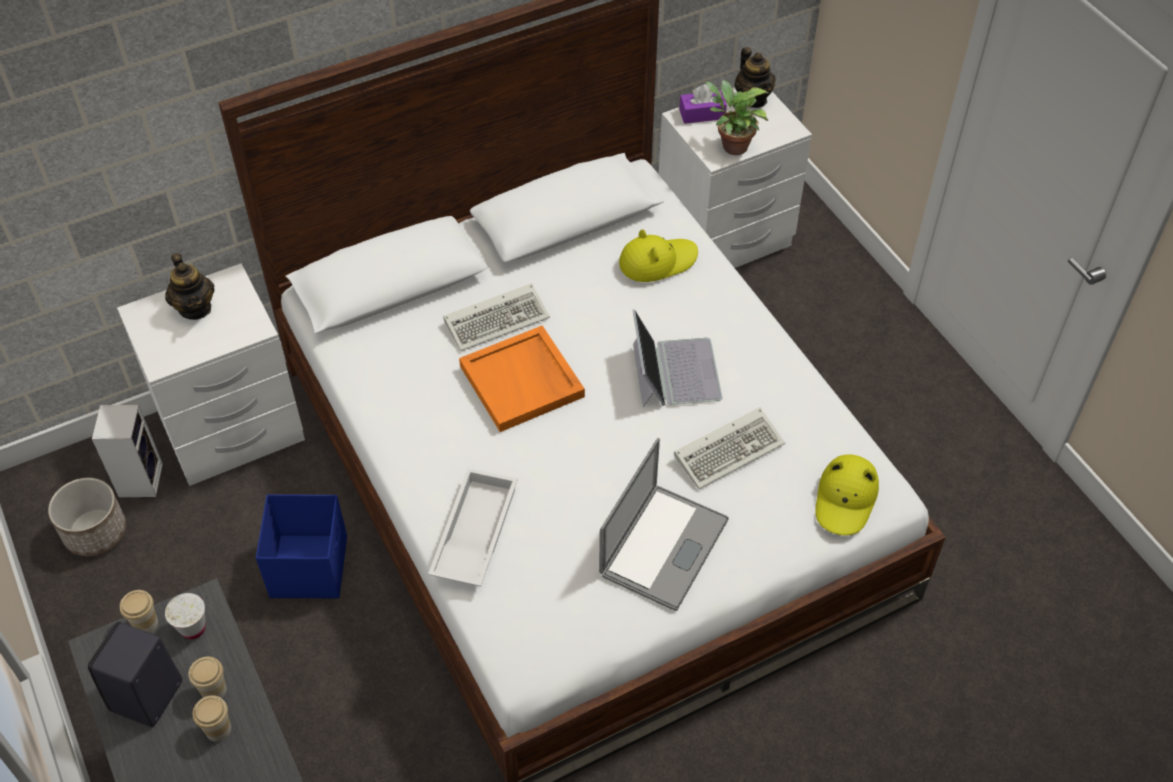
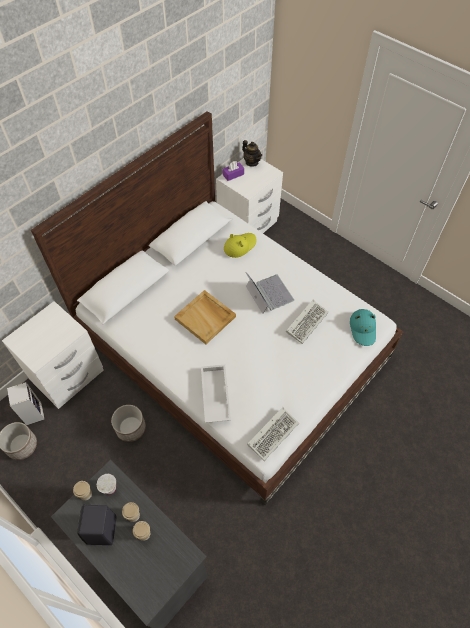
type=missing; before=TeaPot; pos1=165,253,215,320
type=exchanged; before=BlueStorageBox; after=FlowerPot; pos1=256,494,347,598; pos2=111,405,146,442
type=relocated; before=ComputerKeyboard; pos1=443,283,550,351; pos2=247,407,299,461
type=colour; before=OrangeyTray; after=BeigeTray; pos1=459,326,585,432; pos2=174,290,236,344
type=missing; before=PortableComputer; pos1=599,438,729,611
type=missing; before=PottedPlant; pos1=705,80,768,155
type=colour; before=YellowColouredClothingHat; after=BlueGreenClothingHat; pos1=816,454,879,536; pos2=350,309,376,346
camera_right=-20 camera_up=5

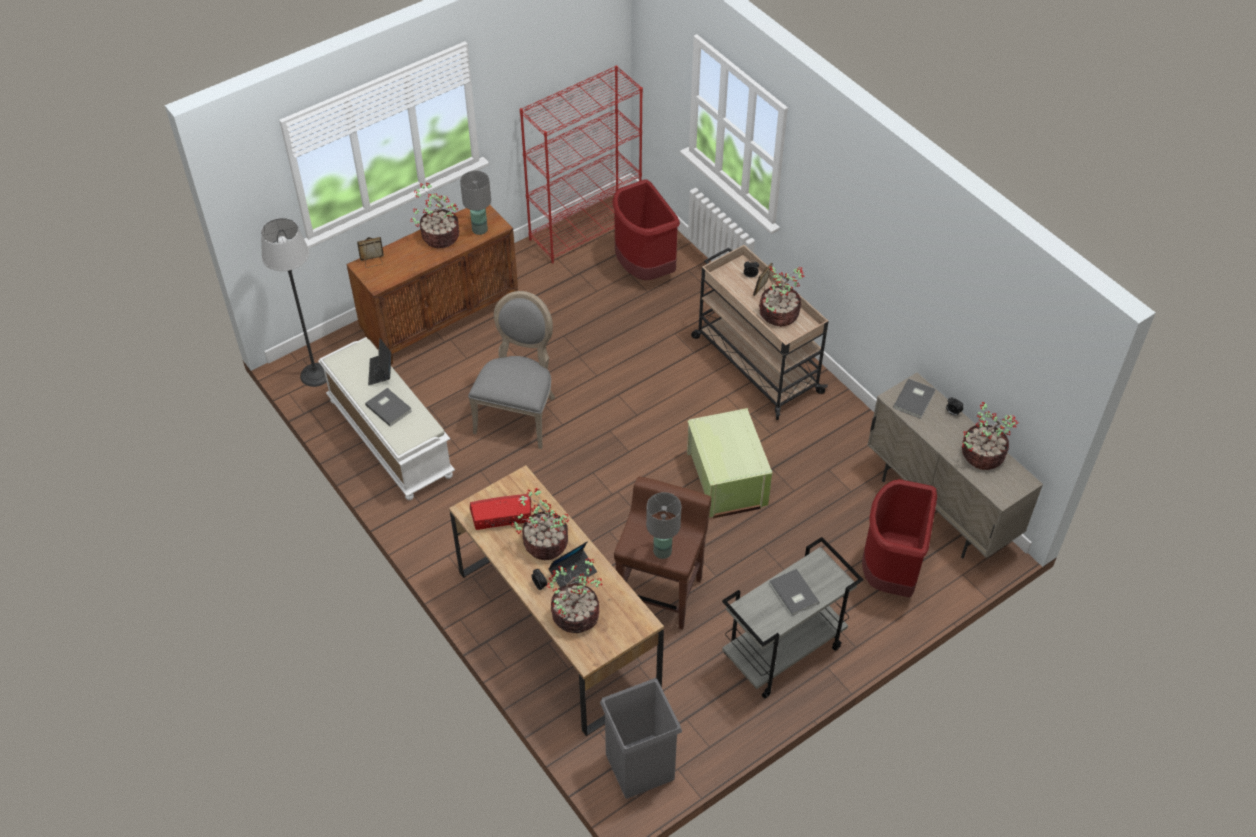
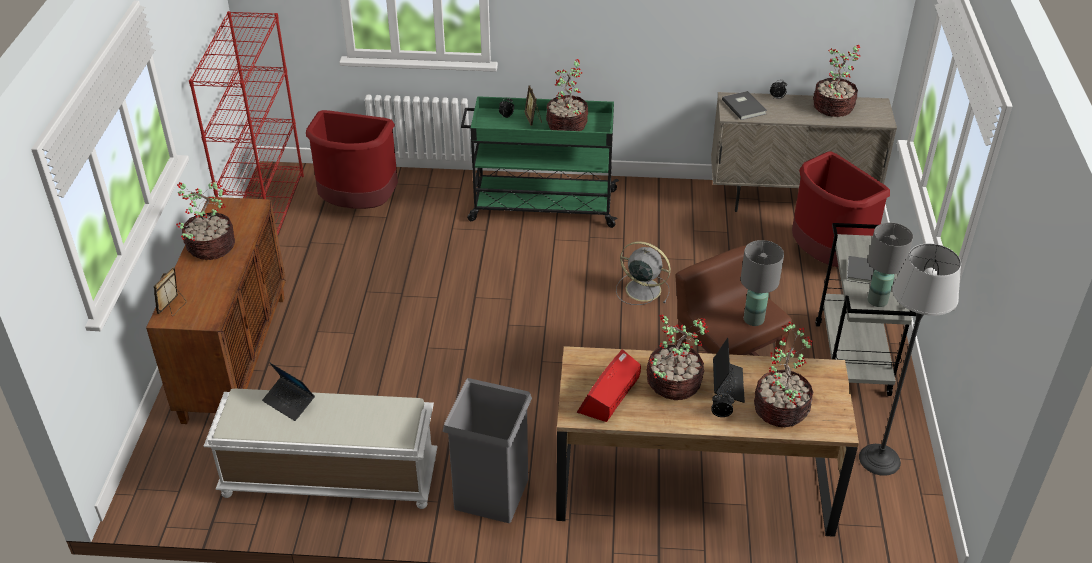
type=relocated; before=FloorLamp; pos1=261,218,327,387; pos2=859,243,961,476
type=missing; before=GreyishBook; pos1=365,388,412,427
type=relocated; before=GreyishLampForATable; pos1=460,171,491,235; pos2=867,222,913,307
type=missing; before=GreyishPlainChair; pos1=468,291,555,449
type=relocated; before=GreyishWasteBin; pos1=600,678,682,799; pos2=443,378,532,523
type=exchanged; before=GreenColouredStorageBox; after=GreyishElectricFan; pos1=687,408,773,518; pos2=616,241,671,305
type=colour; before=BeigeCart; after=GreenColouredCart; pos1=691,245,829,420; pos2=461,96,619,228
camera_right=-50 camera_up=-10

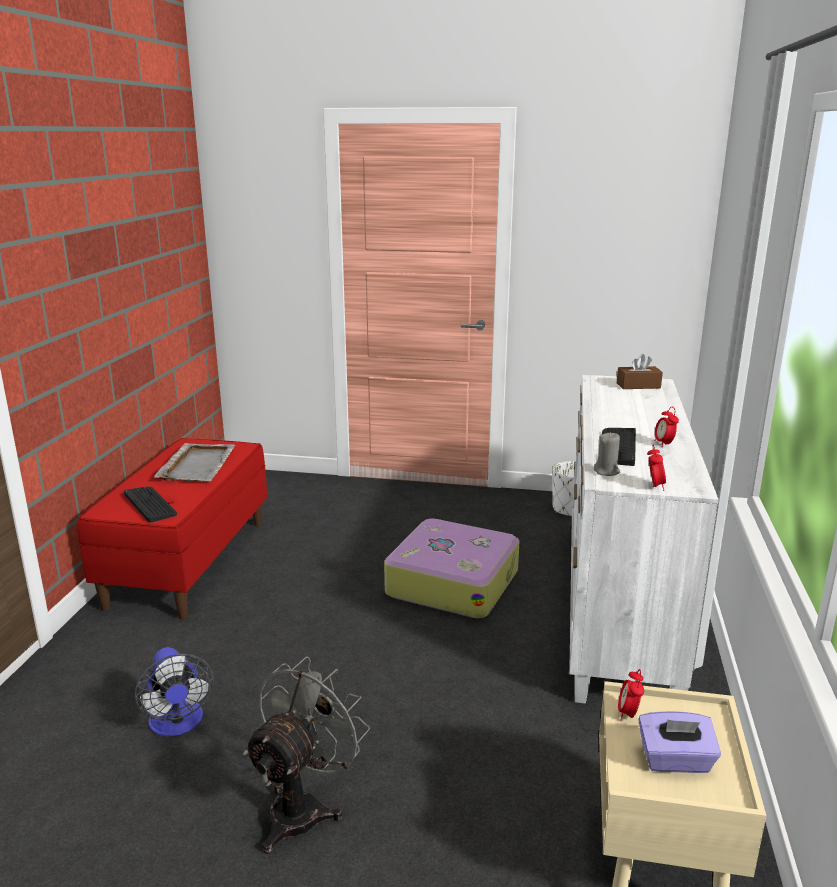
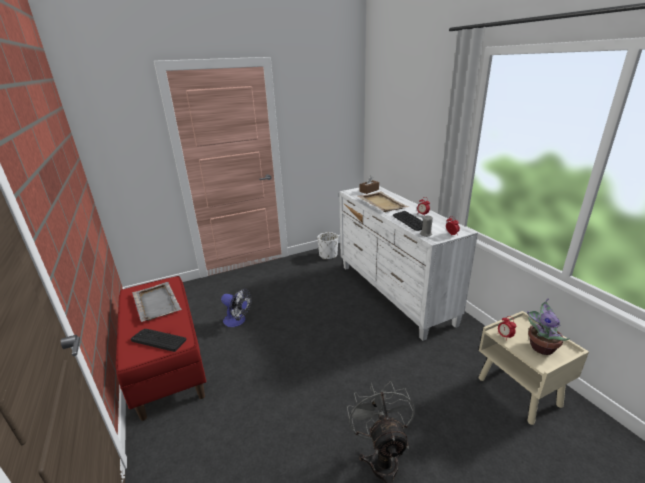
type=relocated; before=ElectricFan; pos1=135,647,214,736; pos2=221,289,252,327
type=missing; before=TravelCase; pos1=384,518,520,618
type=exchanged; before=PurplishBoxOfTissues; after=PottedPlant; pos1=638,711,721,773; pos2=527,298,570,355
type=appeared; after=BeigeTray; pos2=358,192,409,212
camera_right=-35 camera_up=5

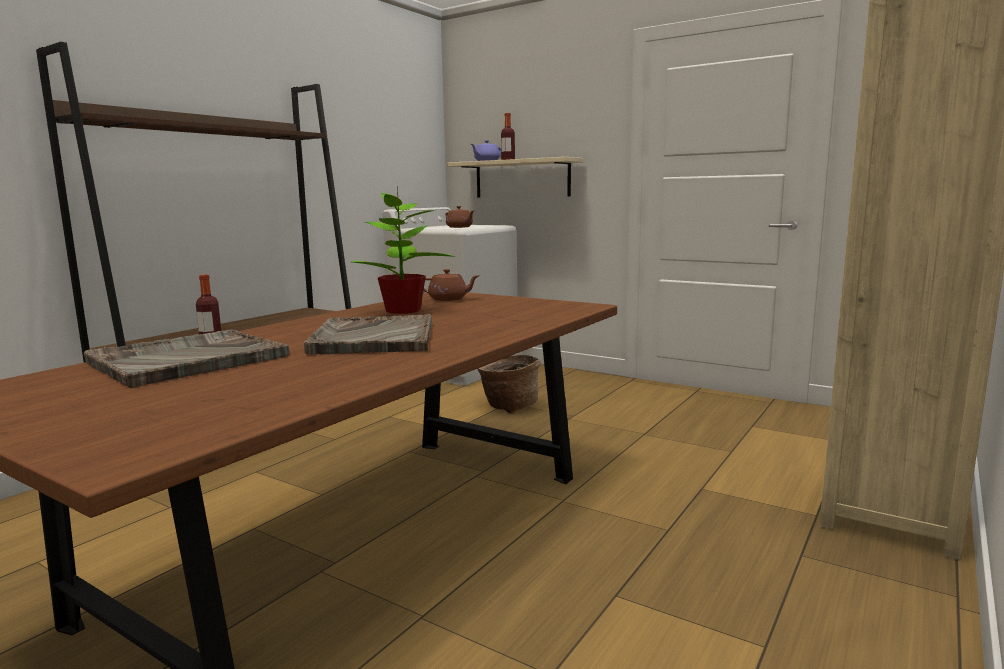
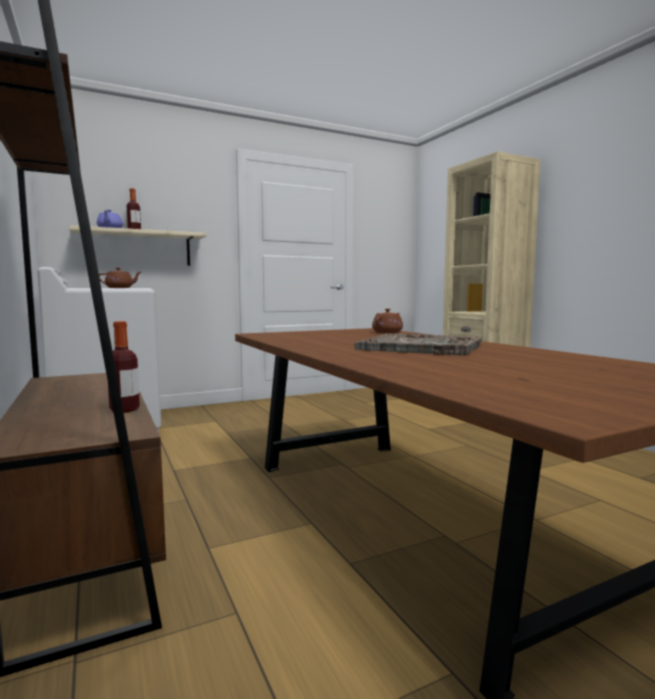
type=missing; before=GreyishTray; pos1=84,330,289,388
type=missing; before=PottedPlant; pos1=351,186,455,314
type=relocated; before=BrownTeaPot; pos1=423,269,480,301; pos2=372,309,403,333
type=missing; before=HouseholdBasket; pos1=478,355,541,413
camera_right=-60 camera_up=-5

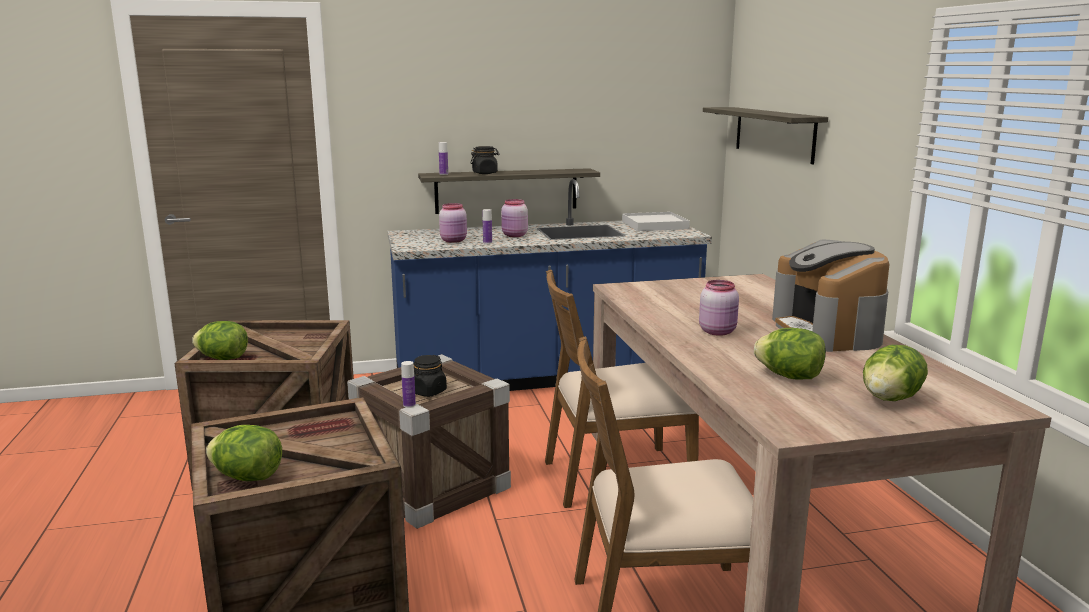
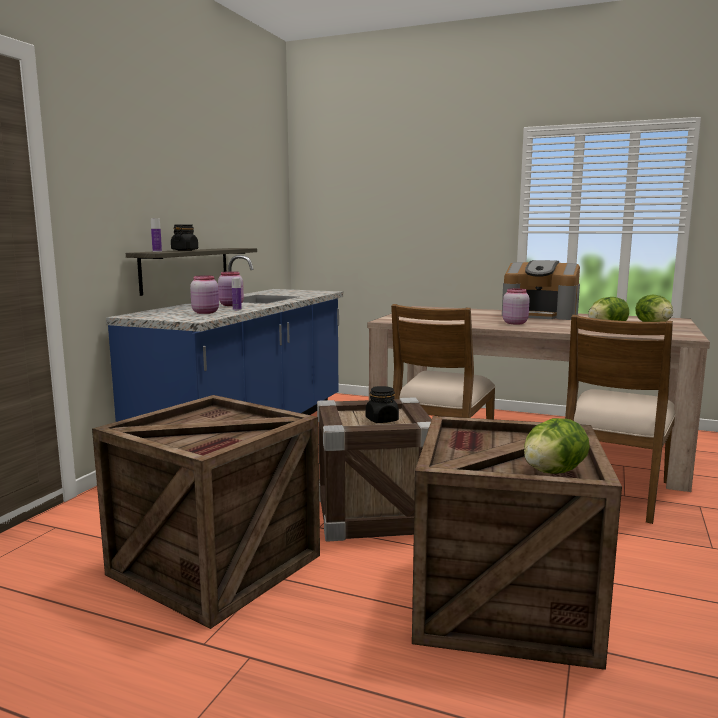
type=missing; before=Lettuce; pos1=192,321,248,360
type=missing; before=BeverageBottle; pos1=401,361,416,408
type=missing; before=WhiteTray; pos1=622,212,690,231
type=missing; before=BracketShelf; pos1=703,107,828,165
camera_right=-55 camera_up=-5

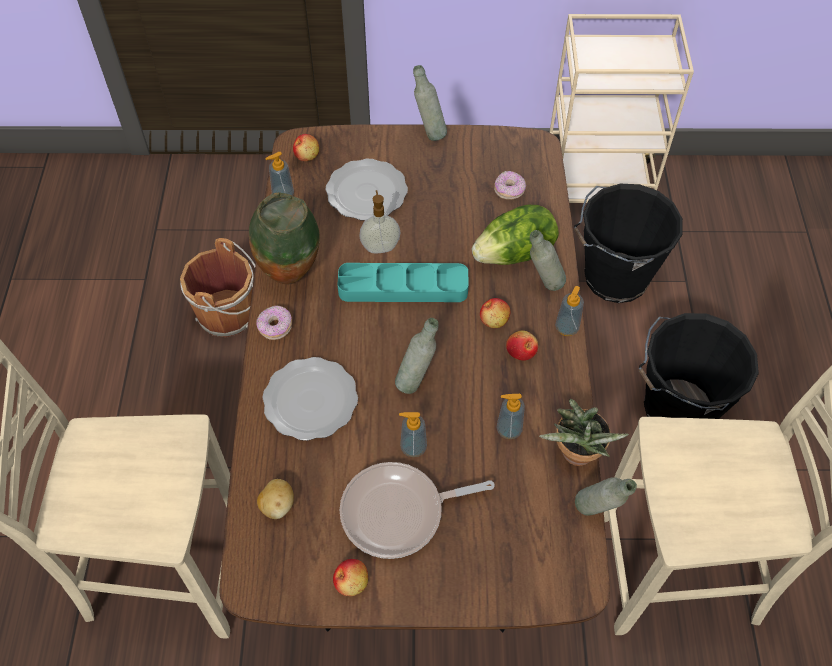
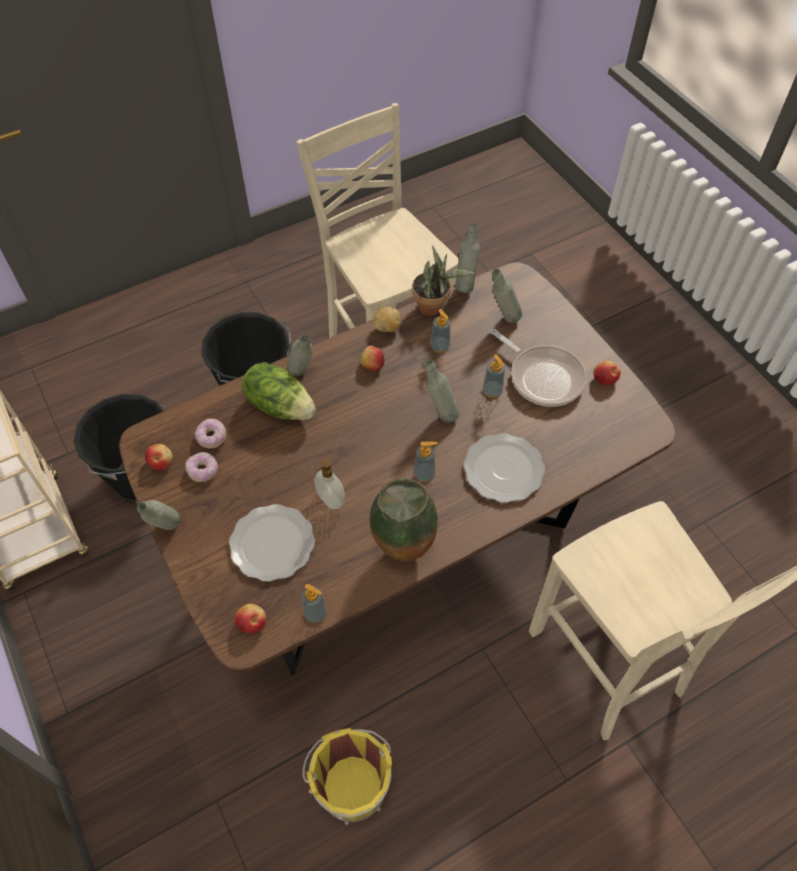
type=colour; before=BrownPail; after=YellowColouredPail; pos1=180,238,255,337; pos2=302,728,392,825
type=relocated; before=RingDoughnut; pos1=256,306,292,340; pos2=185,452,218,482
type=relocated; before=Spud; pos1=257,479,294,519; pos2=373,307,401,332
type=missing; before=BlueGreenTray; pos1=337,263,469,302
type=relocated; before=AppleFruit; pos1=480,298,511,328; pos2=145,444,173,470
type=relocated; before=LiquidSoapBottle; pos1=555,286,584,336; pos2=414,442,438,482
type=appeared; after=GreyishBeverageBottle; pos2=492,269,522,323
camera_right=-120 camera_up=0

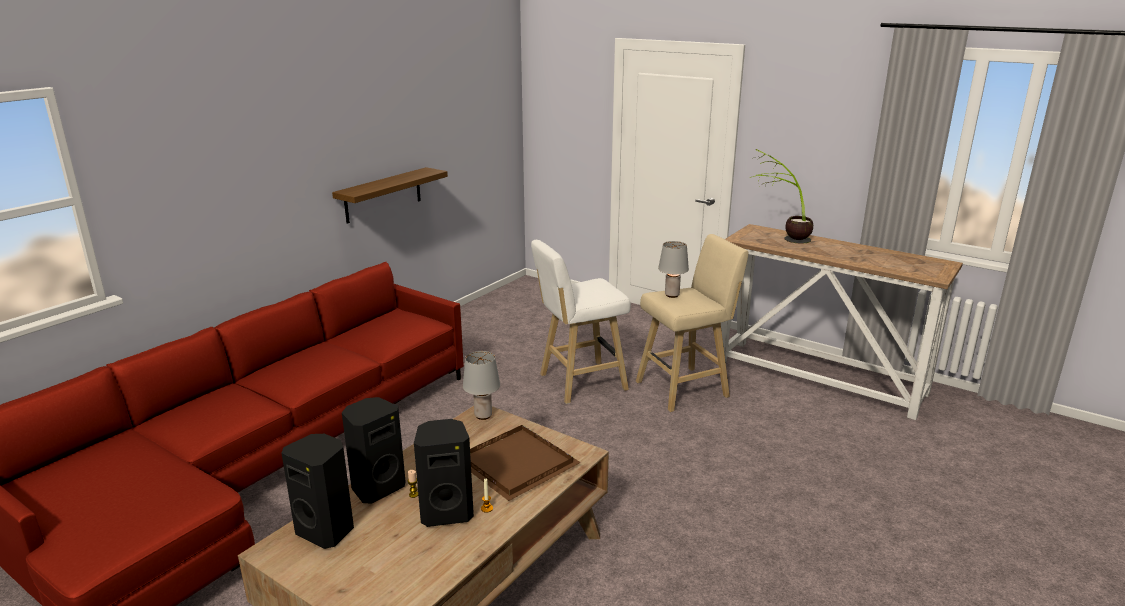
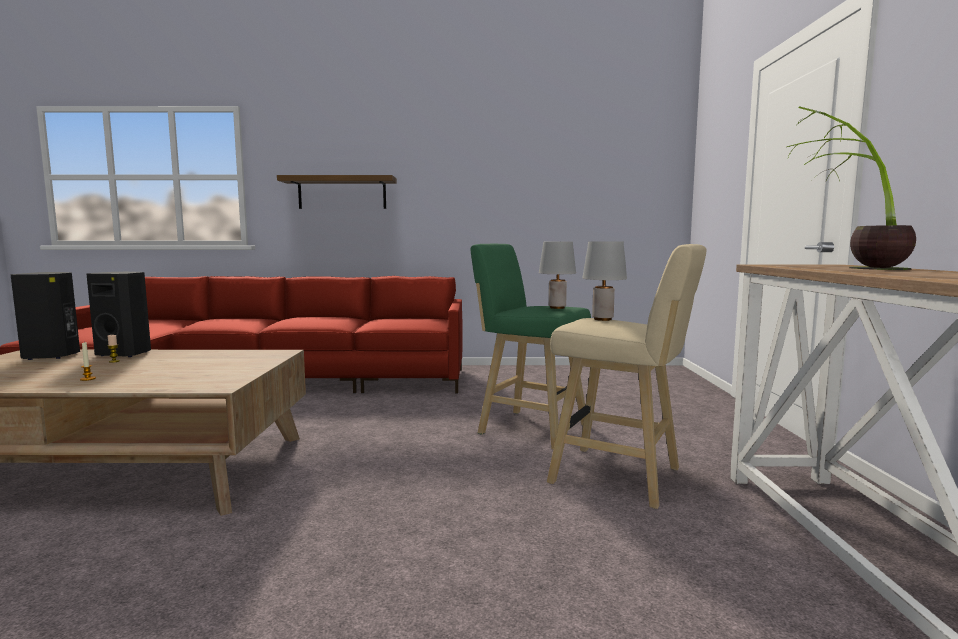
type=relocated; before=BracketShelf; pos1=332,167,448,224; pos2=277,175,397,209
type=missing; before=BlackColouredSpeaker; pos1=414,419,474,527
type=relocated; before=GreyishLampForATable; pos1=463,351,500,420; pos2=539,242,576,309
type=missing; before=BrownTray; pos1=470,425,581,501
type=colour; before=WhiteStoolSeat; after=GreenColouredStoolSeat; pos1=531,240,631,404; pos2=471,244,591,449
camera_right=55 camera_up=-15

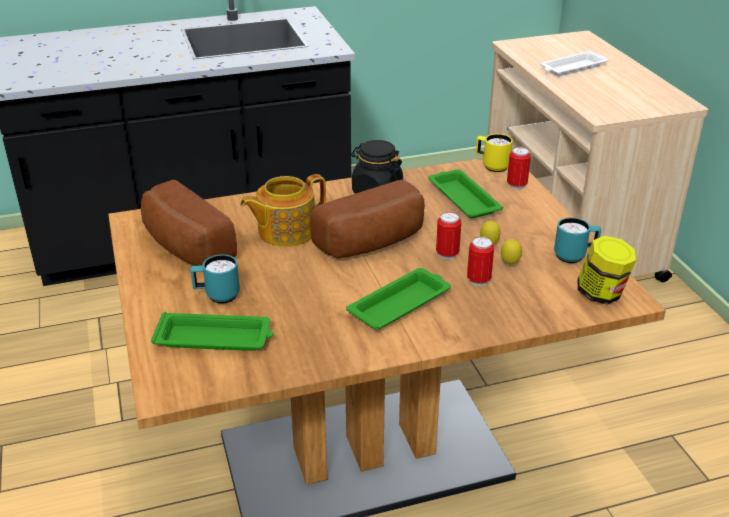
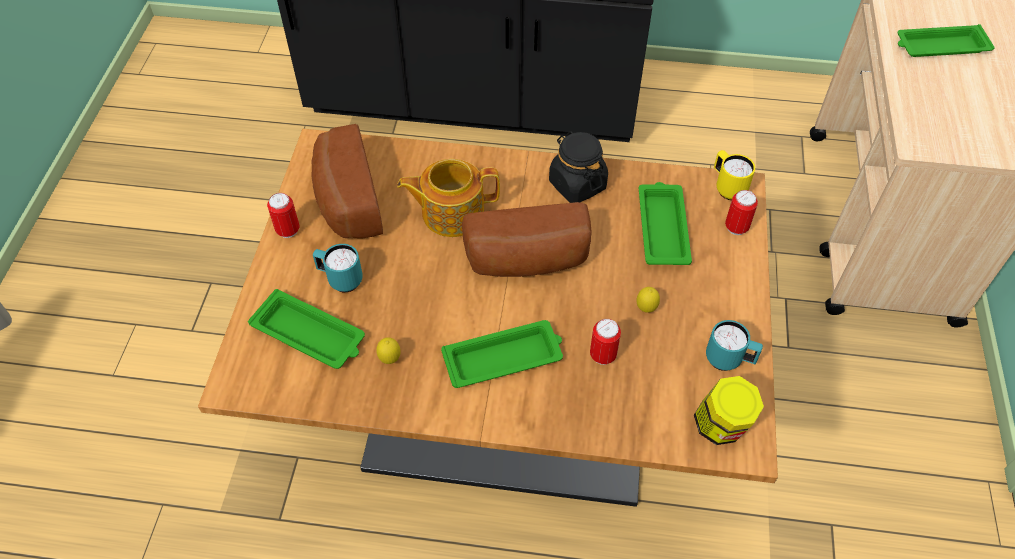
type=relocated; before=Can; pos1=436,212,461,259; pos2=267,193,300,238
type=relocated; before=Lemon; pos1=501,239,522,265; pos2=376,337,401,364
type=colour; before=WhiteTray; after=GreenColouredTray; pos1=540,50,609,76; pos2=897,24,995,57
camera_right=25 camera_up=20

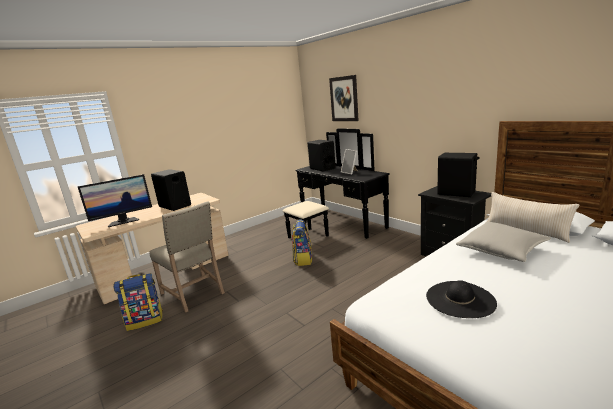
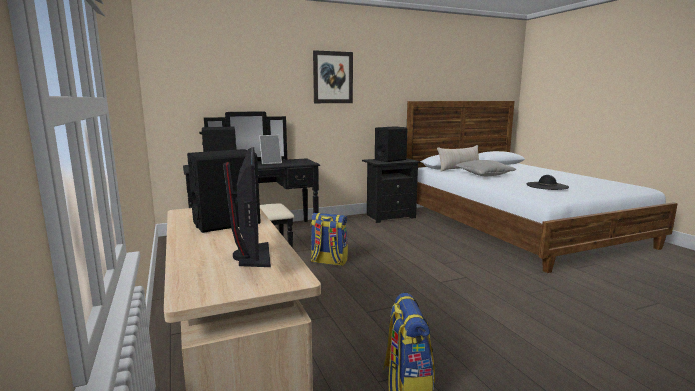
type=missing; before=BeigePlainChair; pos1=149,201,225,312
type=relocated; before=WallPicture; pos1=329,75,359,121; pos2=313,50,353,103
camera_right=-75 camera_up=-5

